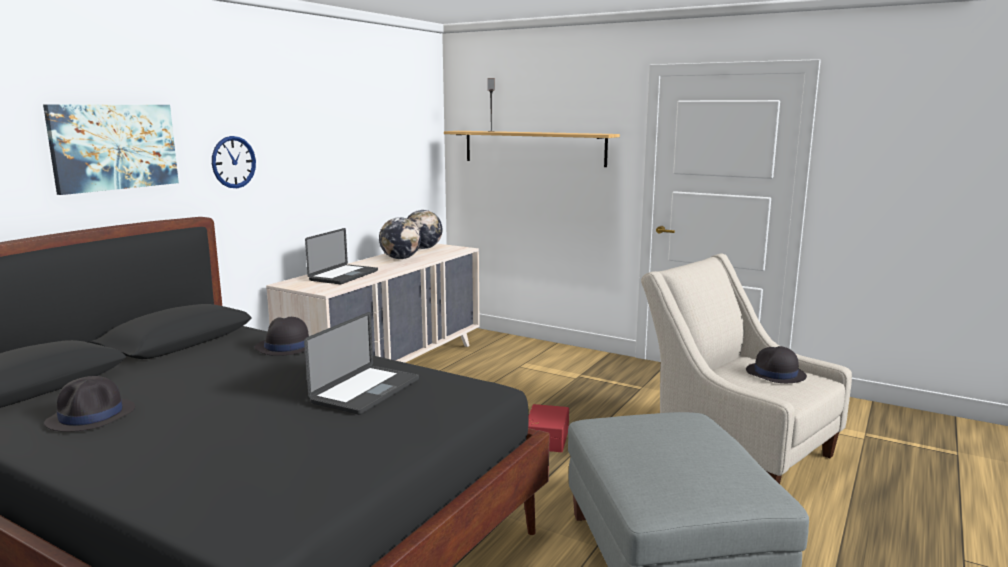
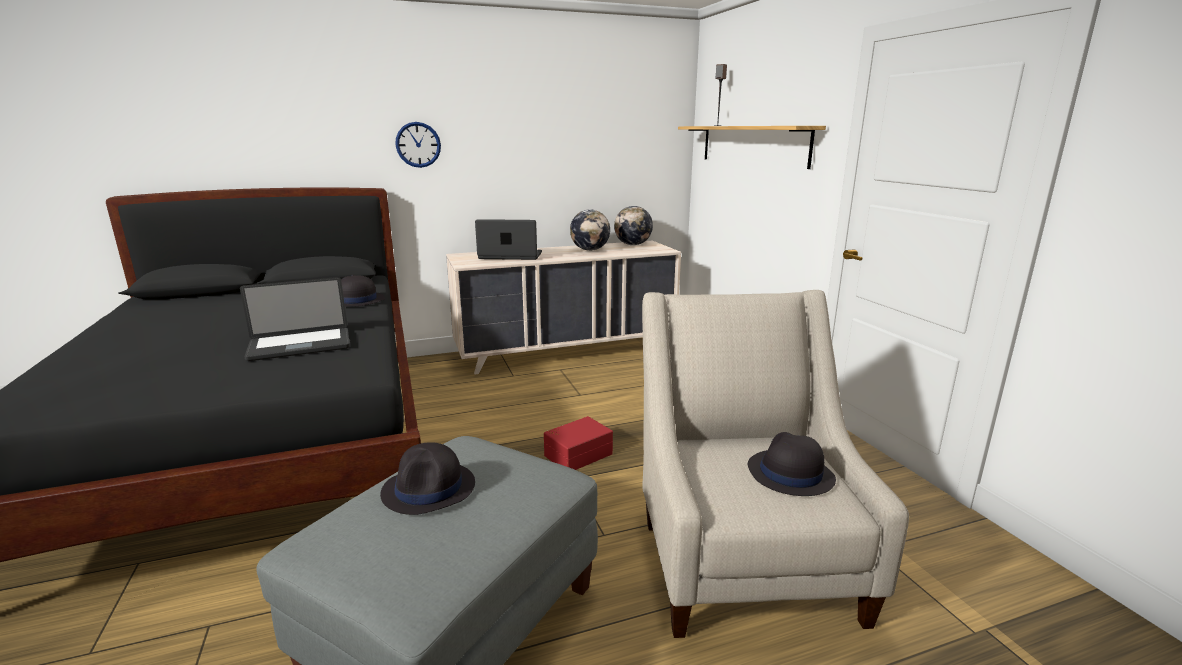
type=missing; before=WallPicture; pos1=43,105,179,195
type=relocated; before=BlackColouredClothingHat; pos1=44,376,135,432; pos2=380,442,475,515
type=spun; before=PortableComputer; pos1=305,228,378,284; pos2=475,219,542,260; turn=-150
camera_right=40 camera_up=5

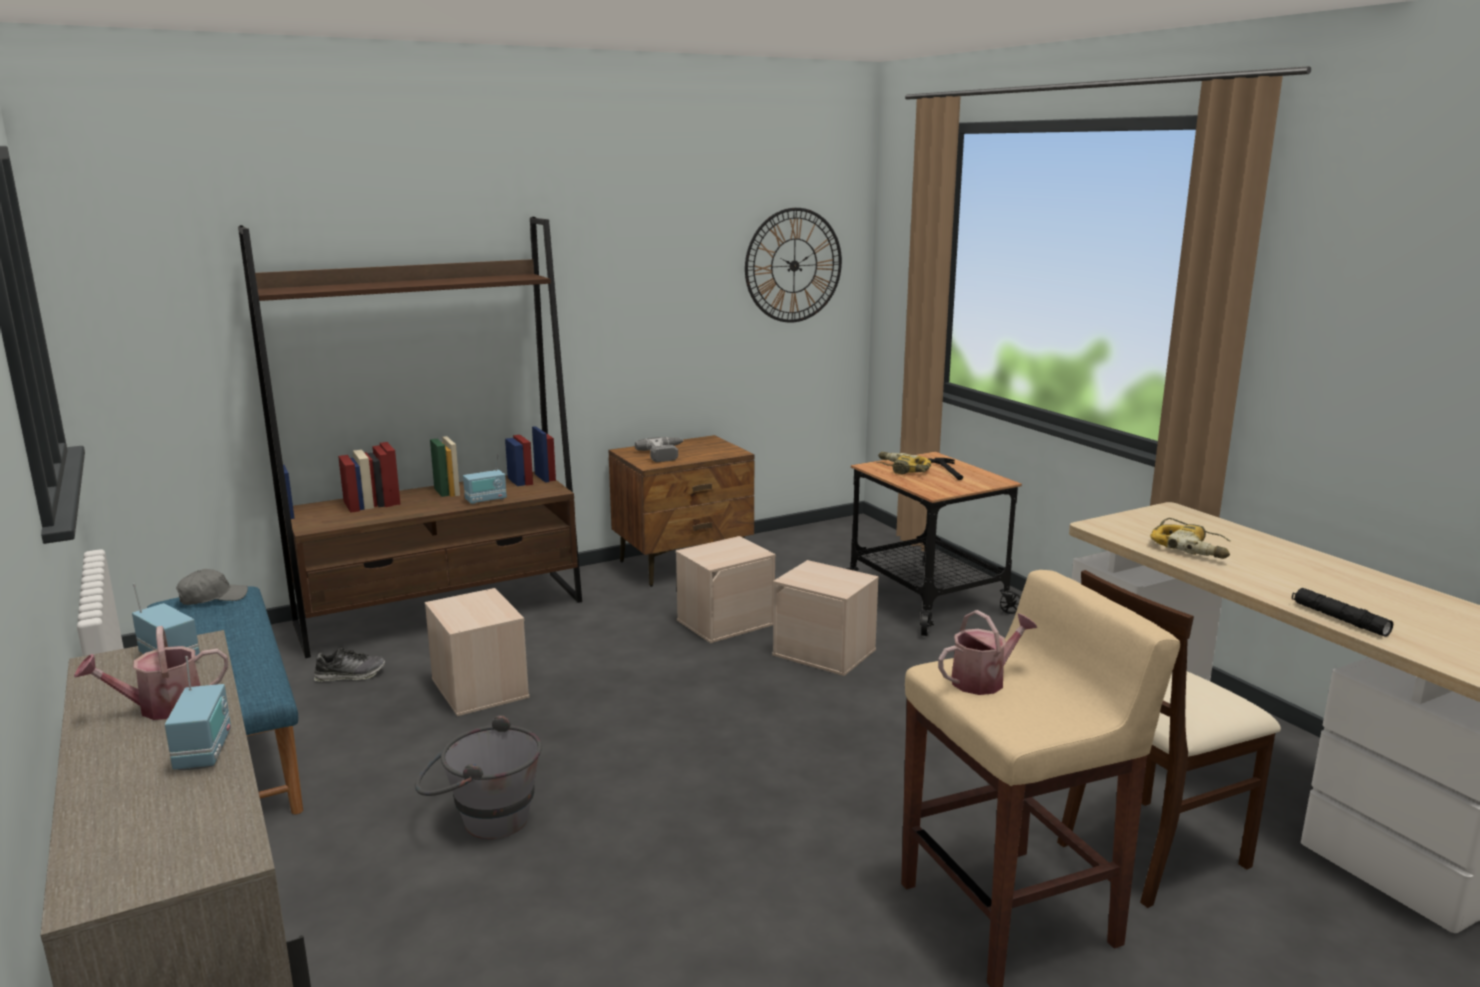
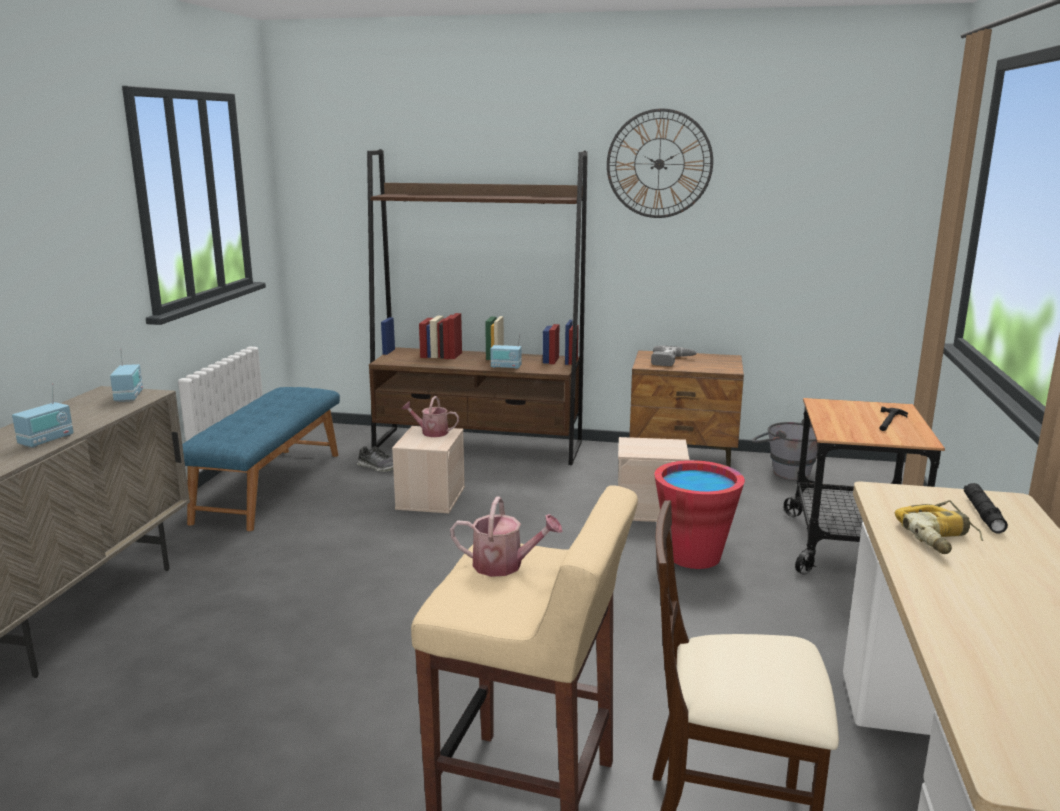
type=relocated; before=WateringPot; pos1=74,626,228,720; pos2=401,396,459,437
type=missing; before=GreyishCap; pos1=176,569,248,605
type=relocated; before=GreyishPail; pos1=415,715,542,839; pos2=752,419,817,480
type=relocated; before=ClockOnTheWall; pos1=745,208,842,323; pos2=607,108,713,218
type=exchanged; before=BeigeStorageBox; after=ReddishPail; pos1=772,560,879,676; pos2=654,460,745,569
type=missing; before=Drill; pos1=876,452,931,474
type=relocated; before=BlackColouredHandTorch; pos1=1292,588,1393,637; pos2=964,483,1008,533
camera_right=40 camera_up=0

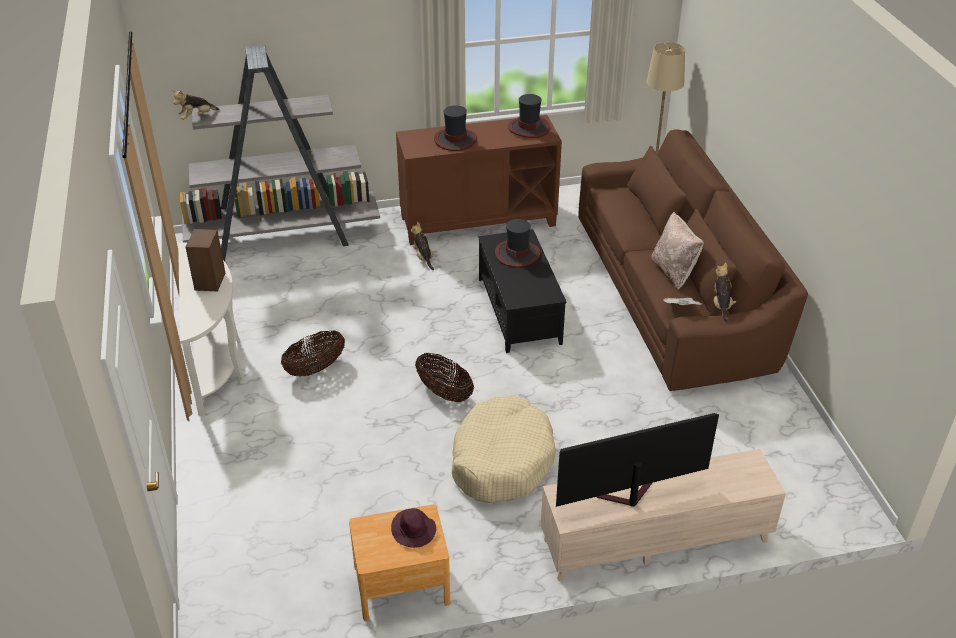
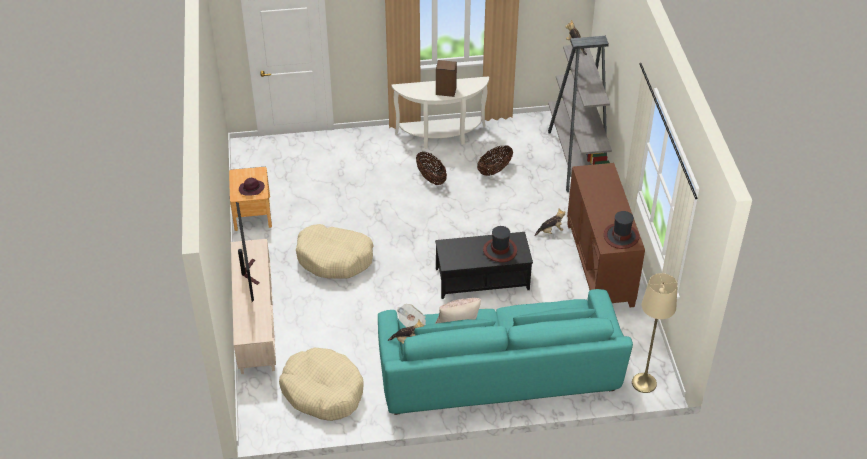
type=relocated; before=HouseholdBasket; pos1=415,353,474,402; pos2=477,145,513,176
type=missing; before=ClothingHat; pos1=434,105,477,151
type=colour; before=BrownCouch; after=BlueGreenCouch; pos1=578,129,808,391; pos2=378,289,633,415
type=appeared; after=BeigePetBed; pos2=279,348,364,421
camera_right=95 camera_up=5

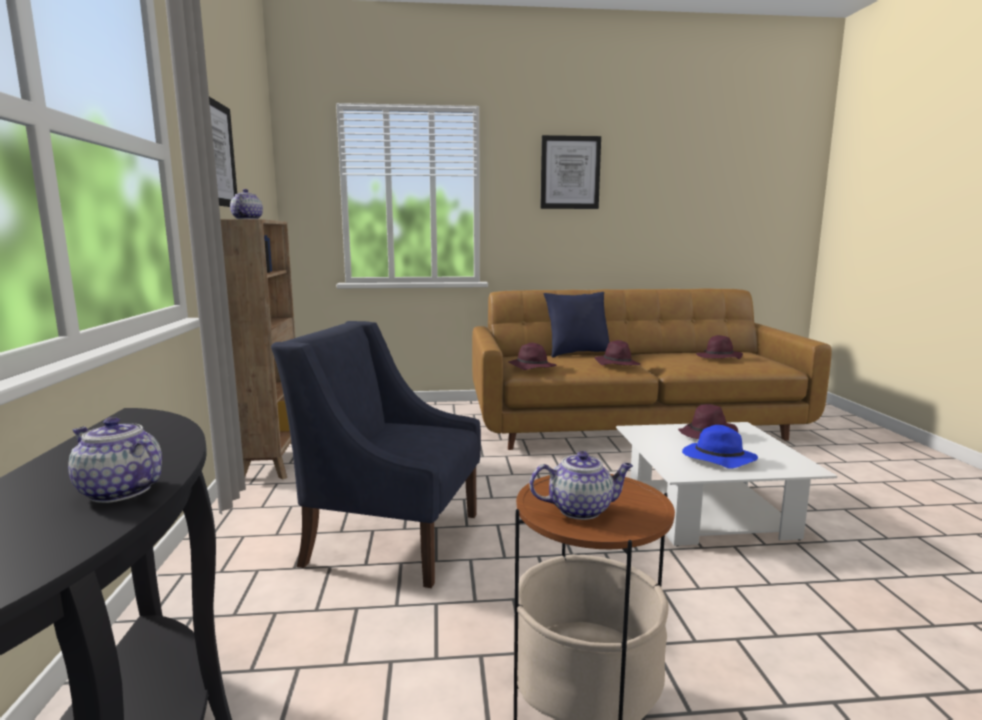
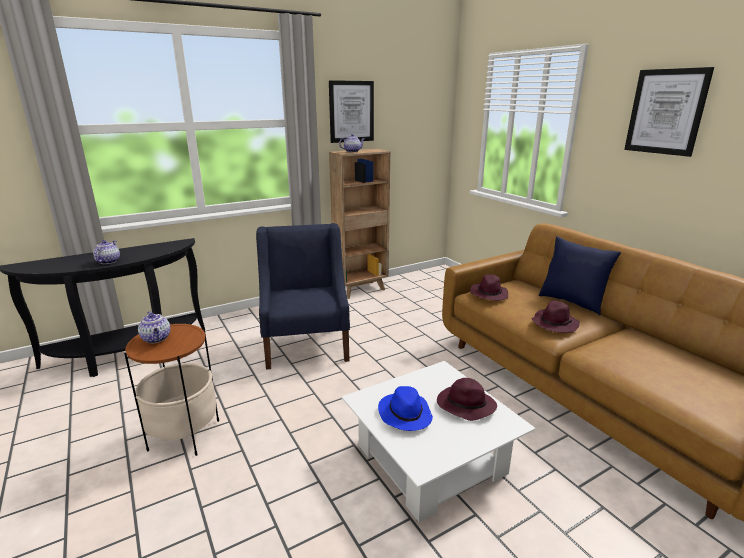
type=missing; before=PurplishClothingHat; pos1=696,335,743,359
camera_right=65 camera_up=10

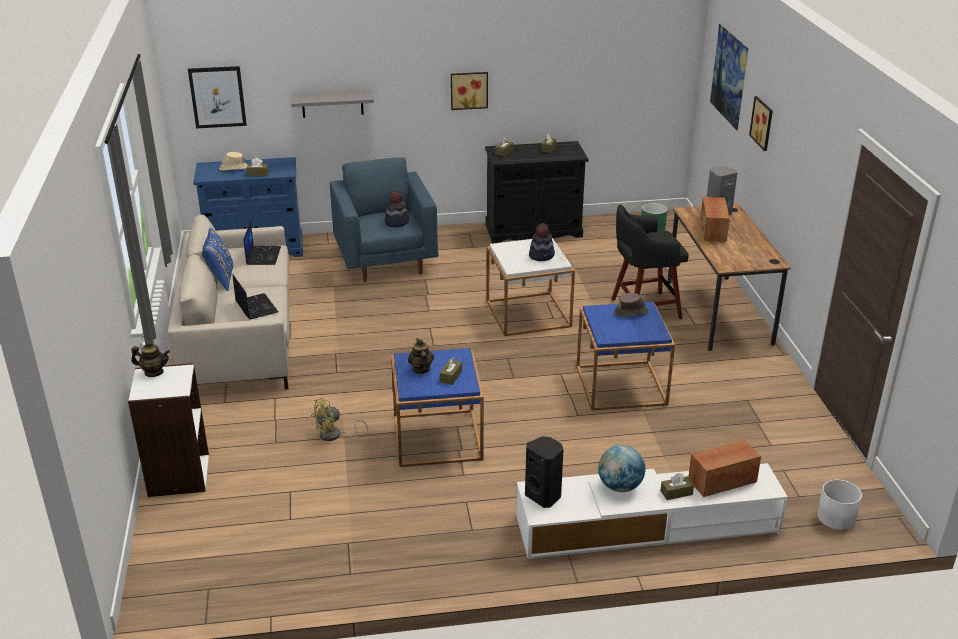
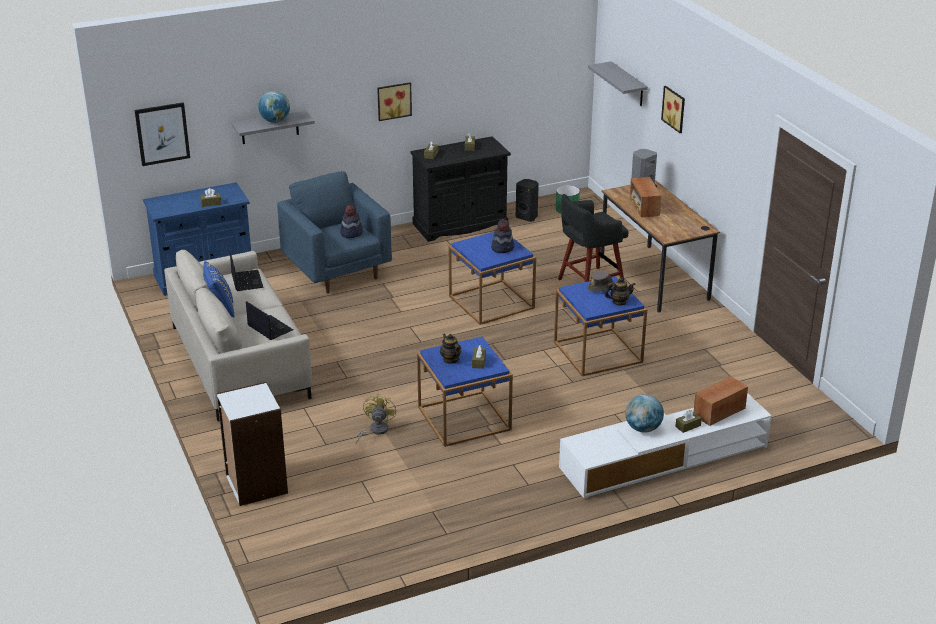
type=relocated; before=TeaPot; pos1=131,341,170,377; pos2=605,278,636,306
type=missing; before=BeigeClothingHat; pos1=219,152,248,171
type=spun; before=YellowColouredElectricFan; pos1=311,398,369,441; pos2=355,393,396,444; turn=150
type=colour; before=WhiteEndTable; after=BlueEndTable; pos1=487,238,575,336; pos2=449,232,536,325
type=relocated; before=BlackColouredSpeaker; pos1=525,436,564,508; pos2=516,179,539,222
type=exchanged; before=WallPicture; after=GreyishBracketShelf; pos1=710,24,749,131; pos2=588,61,648,106
type=missing; before=WhiteFlowerPot; pos1=817,479,862,530
type=appeared; after=Globe; pos2=258,91,290,123
camera_right=-15 camera_up=0

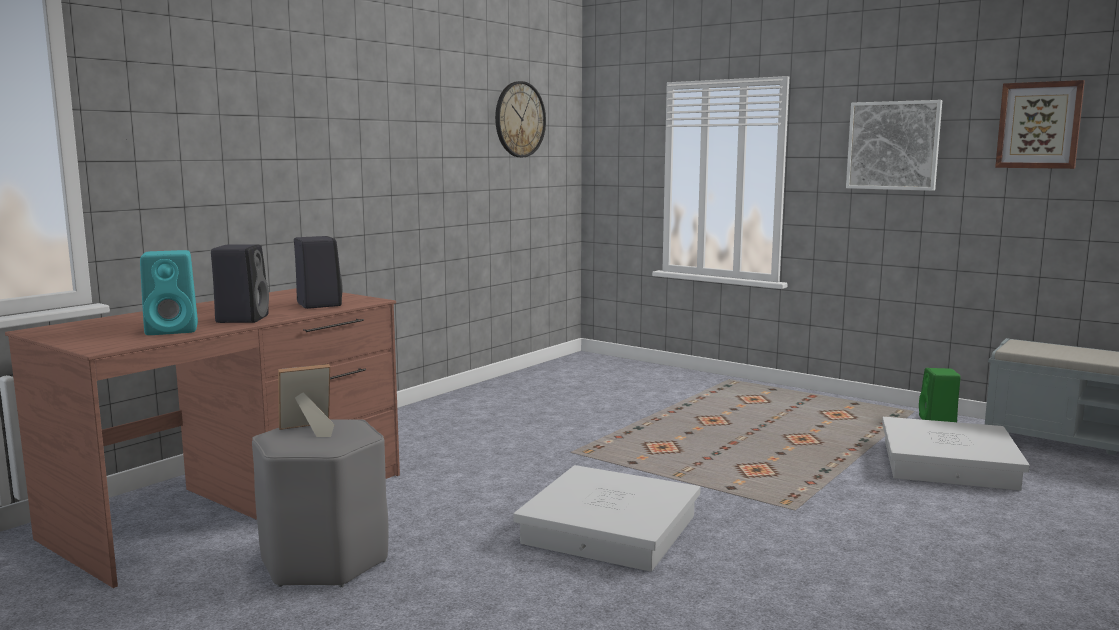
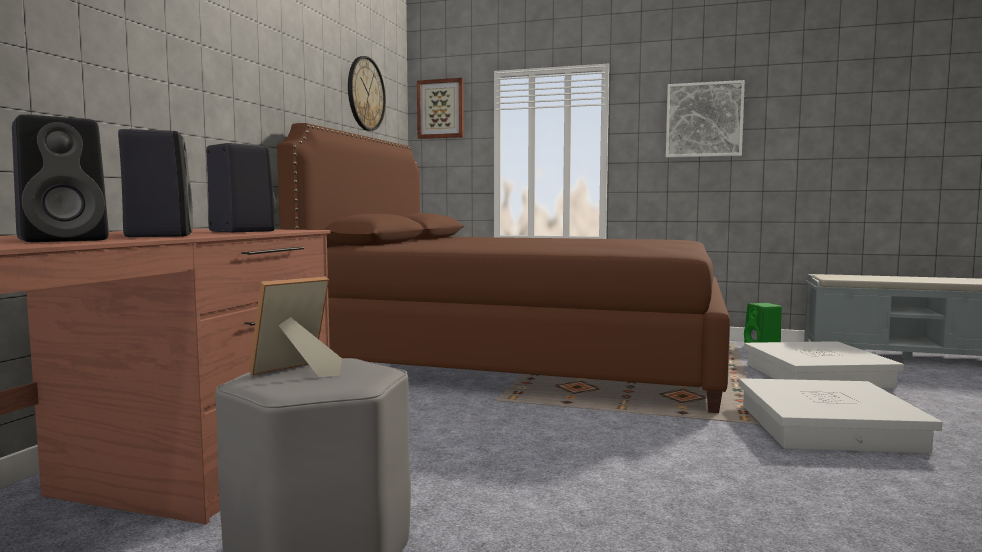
type=colour; before=BlueGreenSpeaker; after=BlackColouredSpeaker; pos1=140,250,198,335; pos2=12,114,109,242
type=relocated; before=WhiteStorageBox; pos1=513,465,701,572; pos2=739,378,942,453
type=relocated; before=WallPicture; pos1=995,80,1085,169; pos2=417,78,464,139
type=appeared; after=BrownSleepingBed; pos2=277,123,730,413
camera_right=-20 camera_up=-5

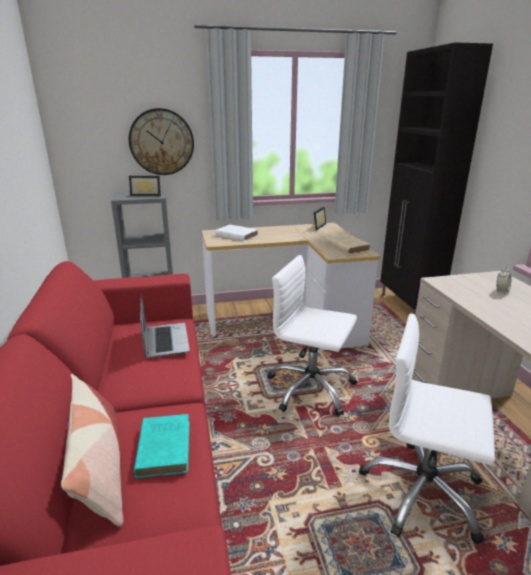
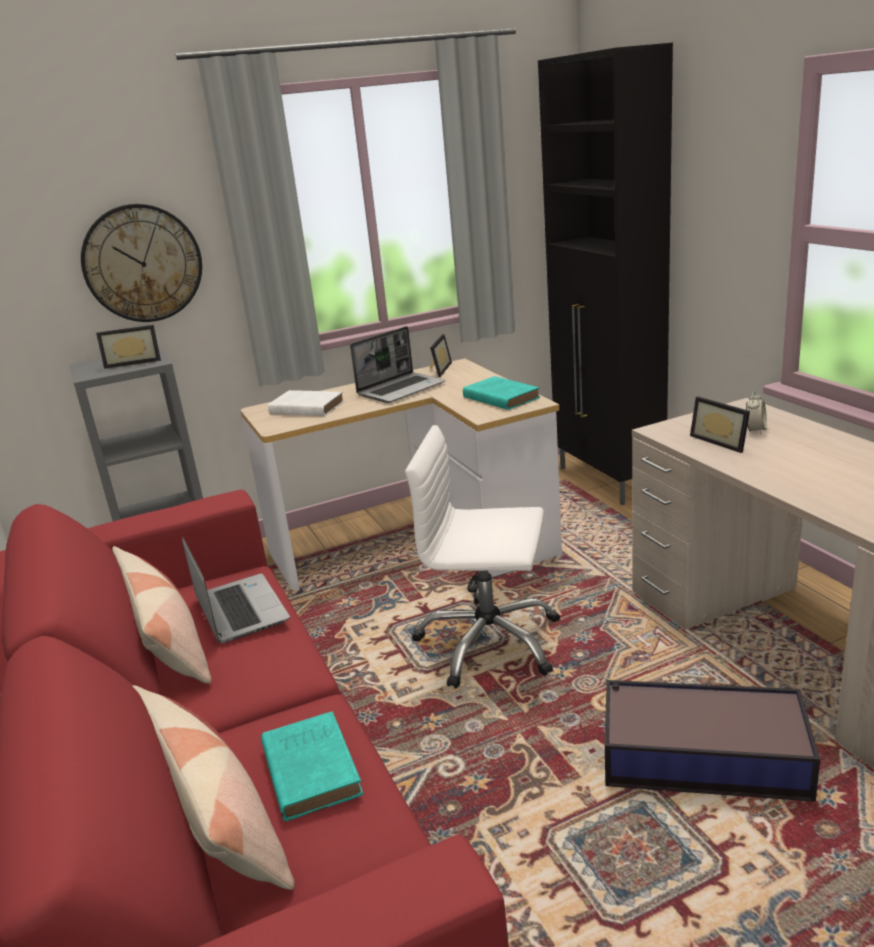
type=colour; before=BeigeBook; after=BlueGreenBook; pos1=325,234,371,254; pos2=463,376,540,410
type=exchanged; before=WhiteOfficeChair; after=StorageBox; pos1=359,313,495,545; pos2=605,680,820,802
type=appeared; after=Cushion; pos2=112,546,212,684
type=appeared; after=PortableComputer; pos2=350,326,446,403
type=appeared; after=PhotoFrame; pos2=690,396,750,453
camera_right=-10 camera_up=0

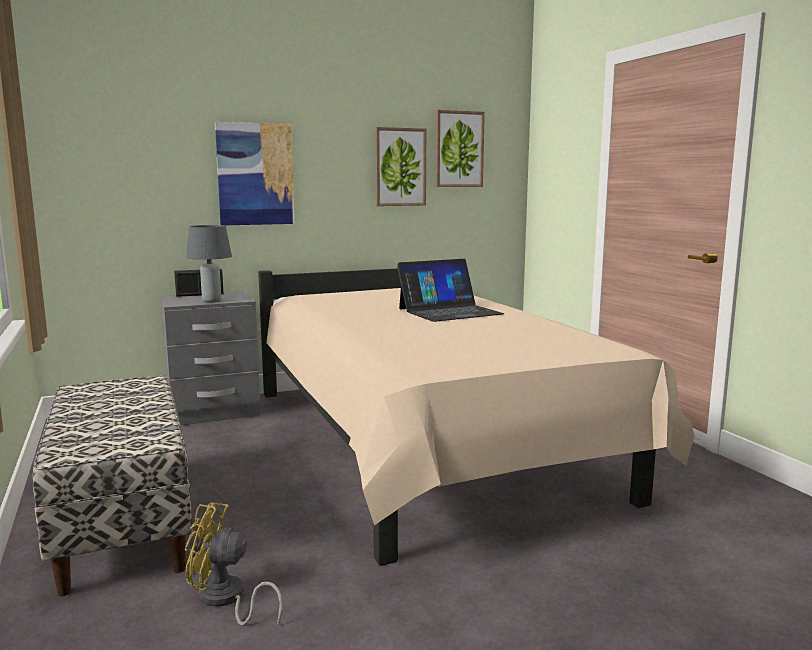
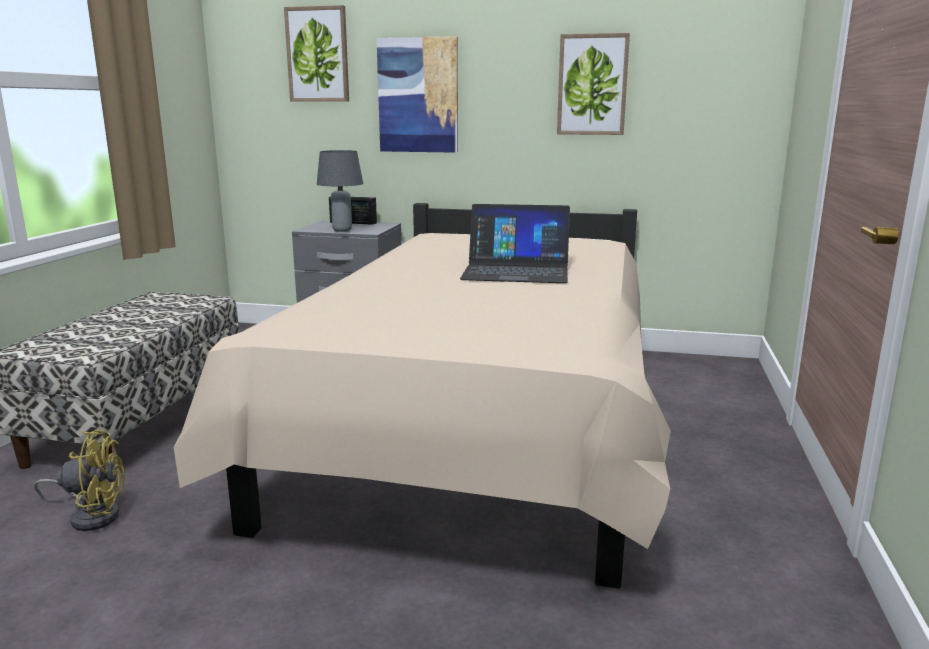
type=spun; before=YellowColouredElectricFan; pos1=185,502,283,625; pos2=34,430,125,531; turn=135
type=relocated; before=WallPicture; pos1=435,110,485,187; pos2=284,5,349,102
camera_right=35 camera_up=5

